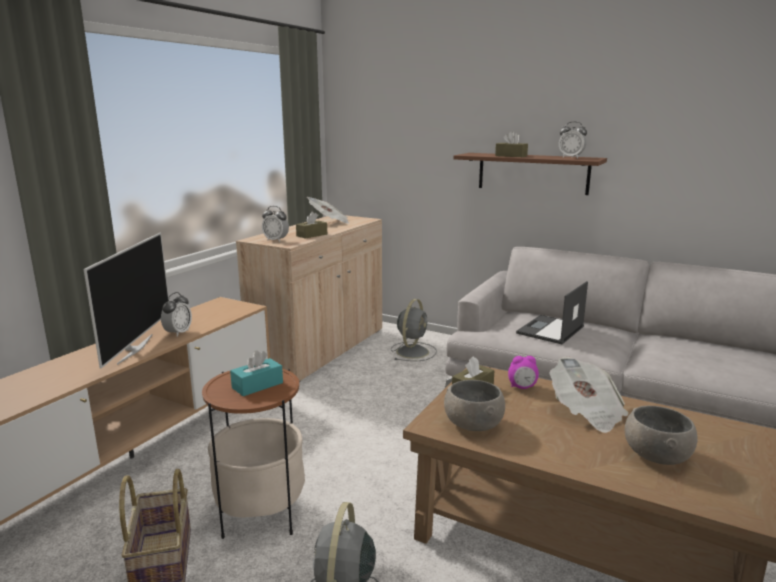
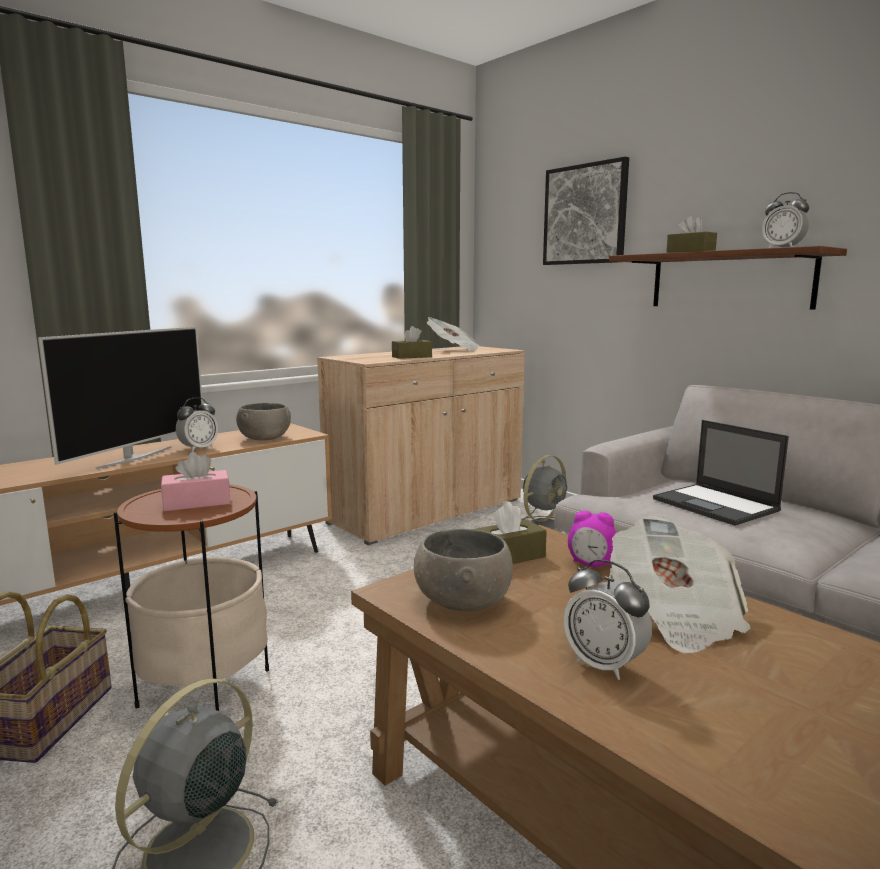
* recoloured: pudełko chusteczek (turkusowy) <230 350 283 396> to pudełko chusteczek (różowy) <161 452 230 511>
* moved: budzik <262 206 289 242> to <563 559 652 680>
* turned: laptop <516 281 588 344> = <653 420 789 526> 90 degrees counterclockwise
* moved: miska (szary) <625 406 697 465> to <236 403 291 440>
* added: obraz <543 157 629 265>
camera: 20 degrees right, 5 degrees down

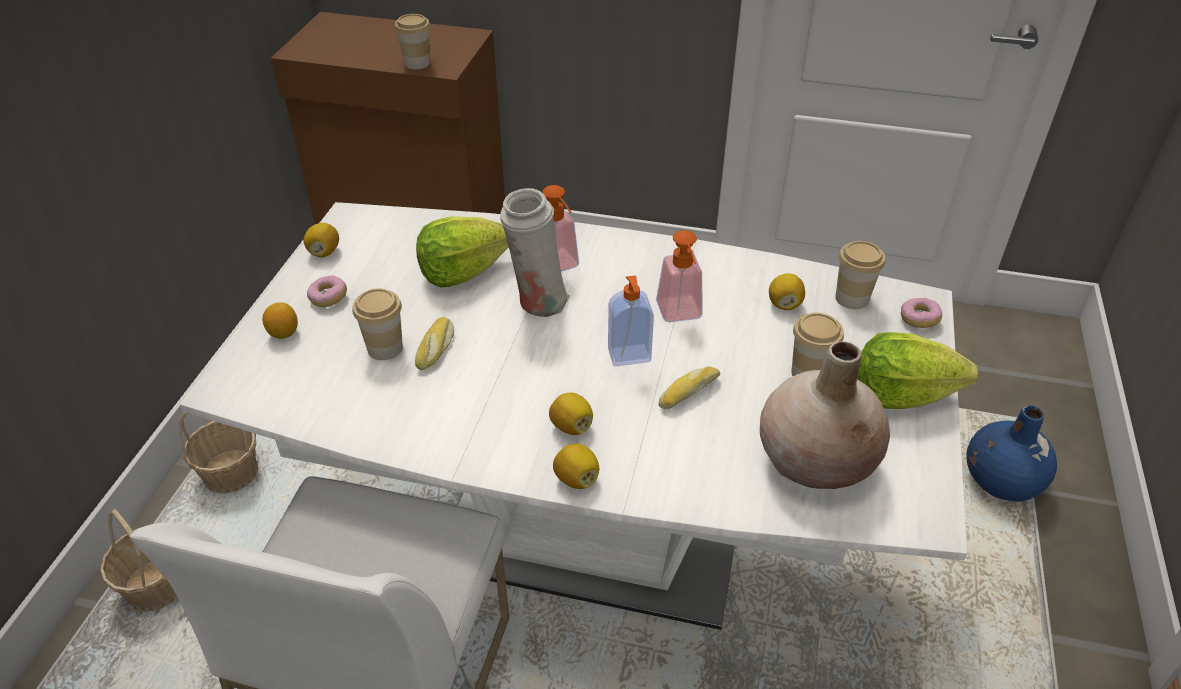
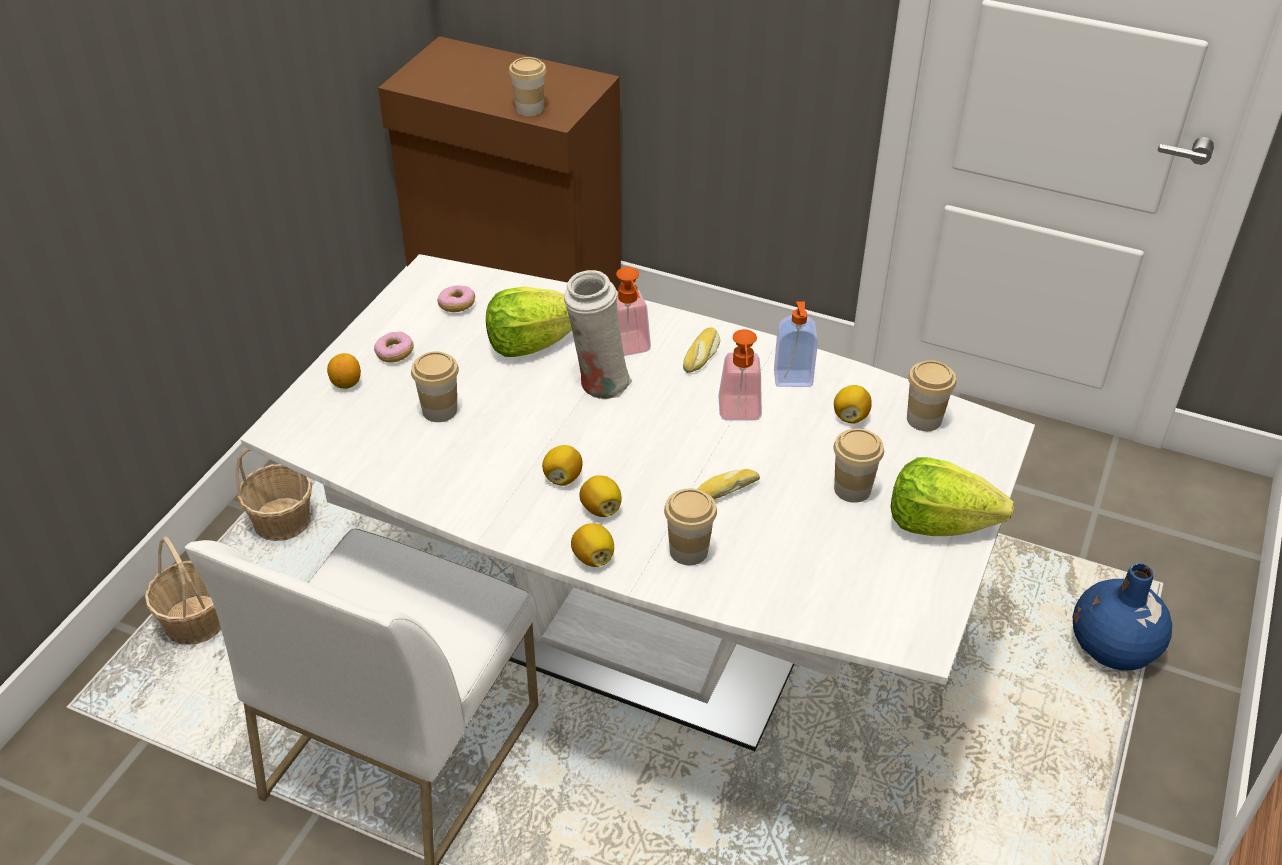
* moved: cytryna <303 223 339 257> to <542 445 583 486>
* moved: chleb <415 317 454 370> to <683 328 720 373>
* moved: dozownik mydła <608 275 654 366> to <774 302 818 387>
* removed: wazon (beżowy) <760 341 890 489>
* moved: donut <901 298 942 328> to <437 285 475 312>
* added: filiżanka <664 489 717 565>
camera: 10 degrees right, 0 degrees up

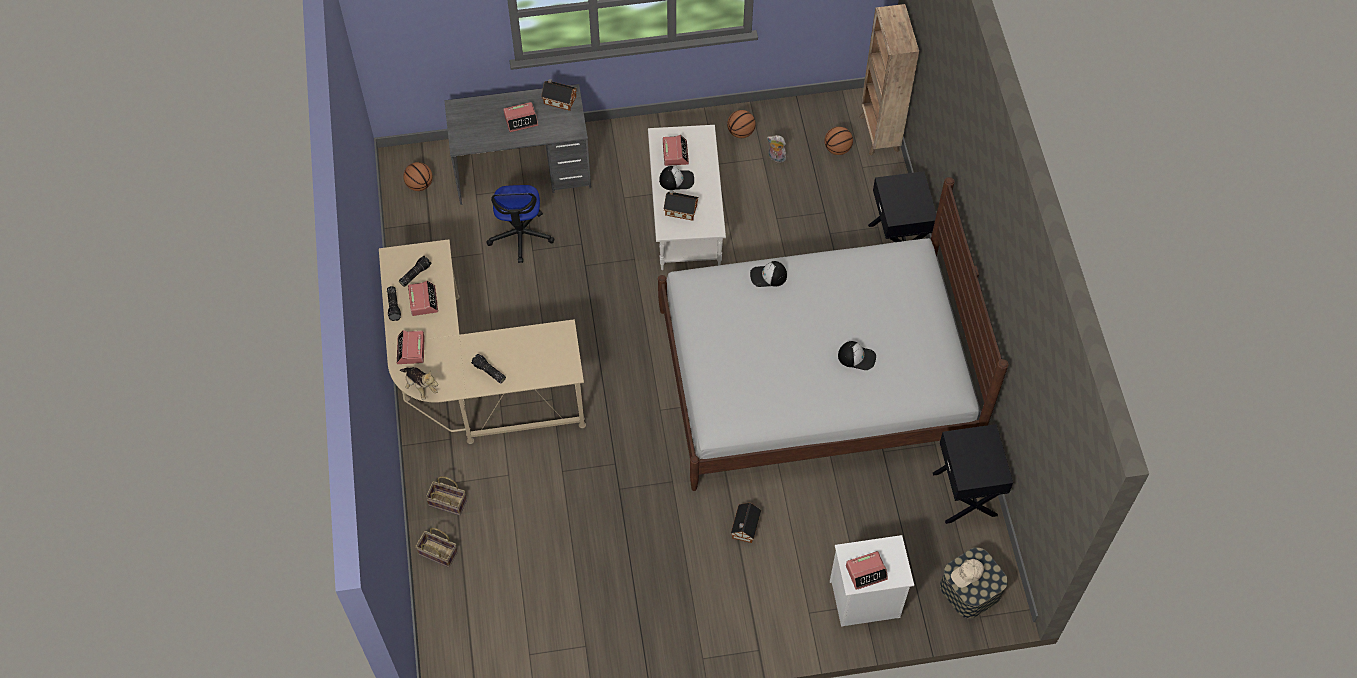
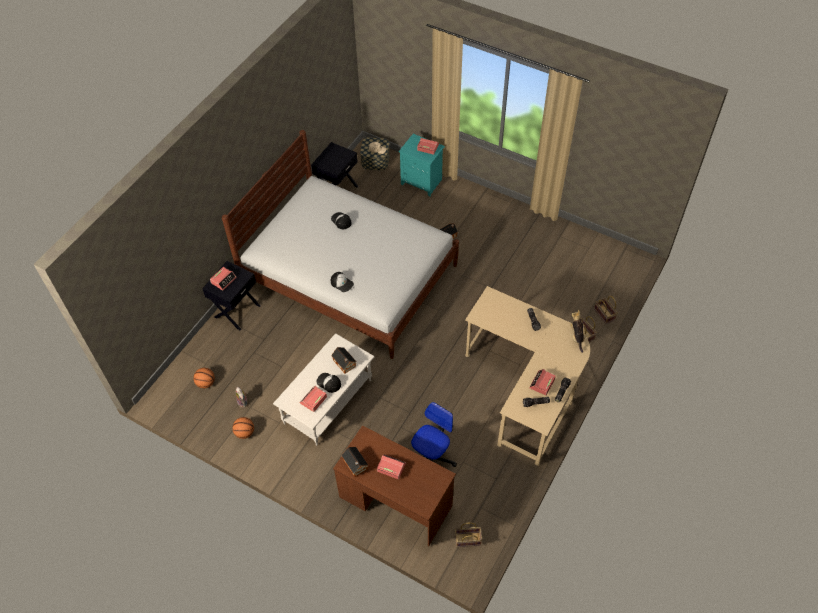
* moved: budzik <397 330 425 364> to <210 267 237 291>
* replaced: piłka do koszykówki <403 162 433 191> to koszyk <455 522 482 547>
* recoloured: biurko (szary) <444 84 591 205> to biurko (brązowy) <333 425 456 546>
* recoloured: szafka nocna (biały) <830 535 914 627> to szafka nocna (turkusowy) <399 134 445 196>
* removed: regał (brązowy) <859 4 919 156>
camera: 140 degrees left, 5 degrees down

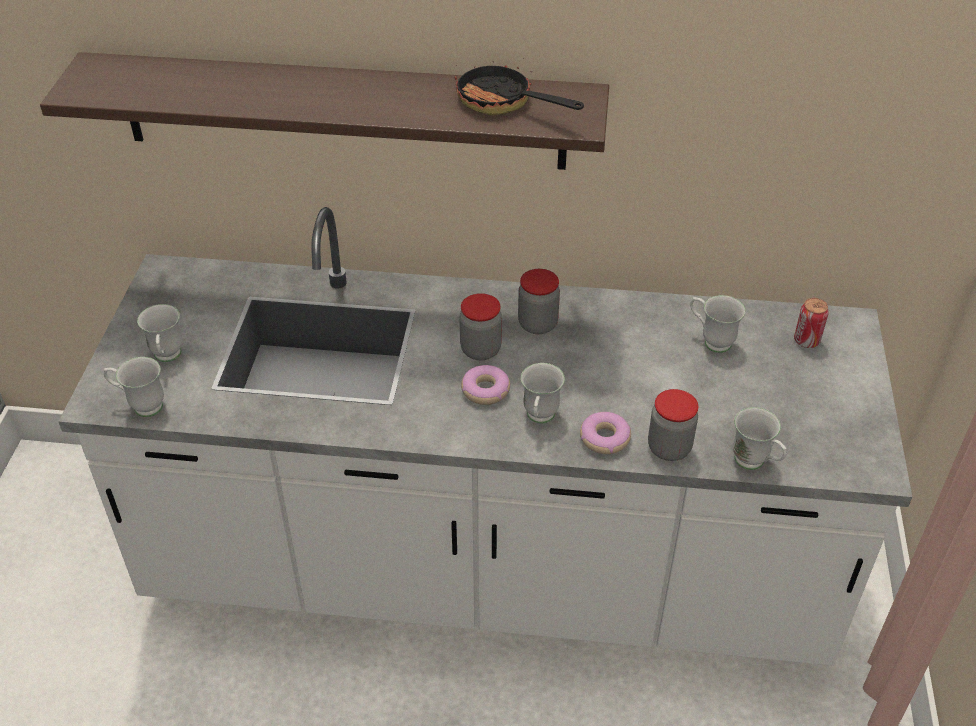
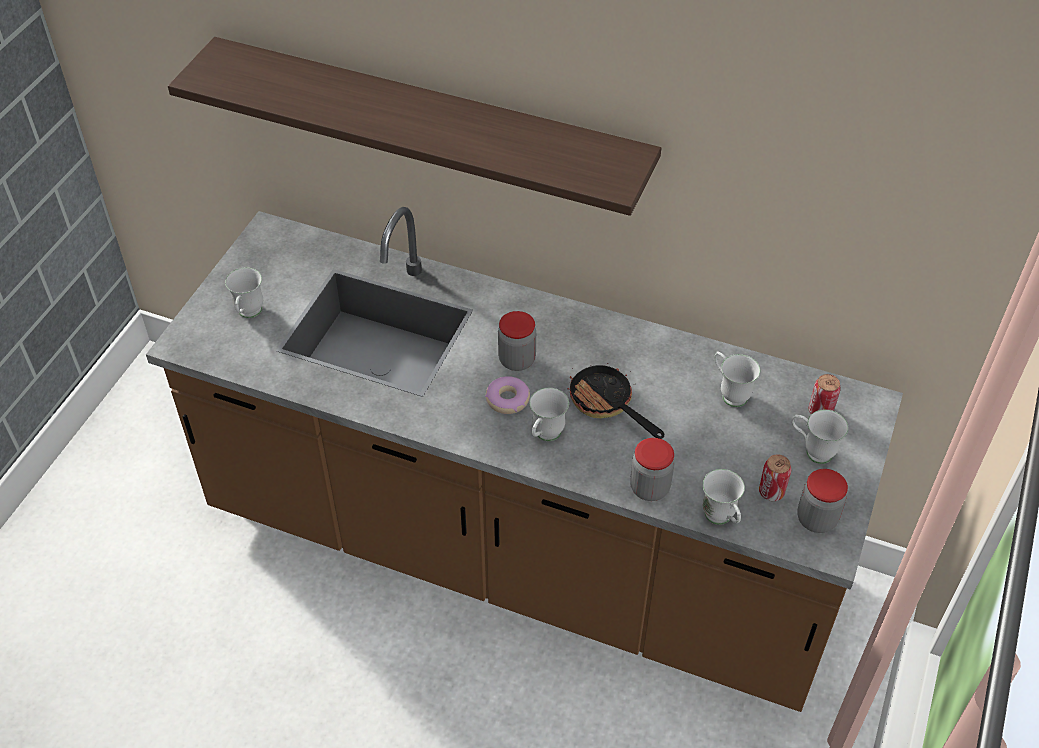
* recoloured: zabudowa kuchenna (biały) <58 207 912 666> to zabudowa kuchenna (brązowy) <146 207 903 712>
* moved: kubek (biały) <104 357 164 417> to <792 410 848 464>
* moved: patelnia <455 58 584 116> to <568 363 664 439>
* moved: słoik <518 269 560 334> to <797 469 848 533>
* removed: donut <580 412 631 454>
* added: puszka <759 454 791 501>
camera: 15 degrees right, 5 degrees up

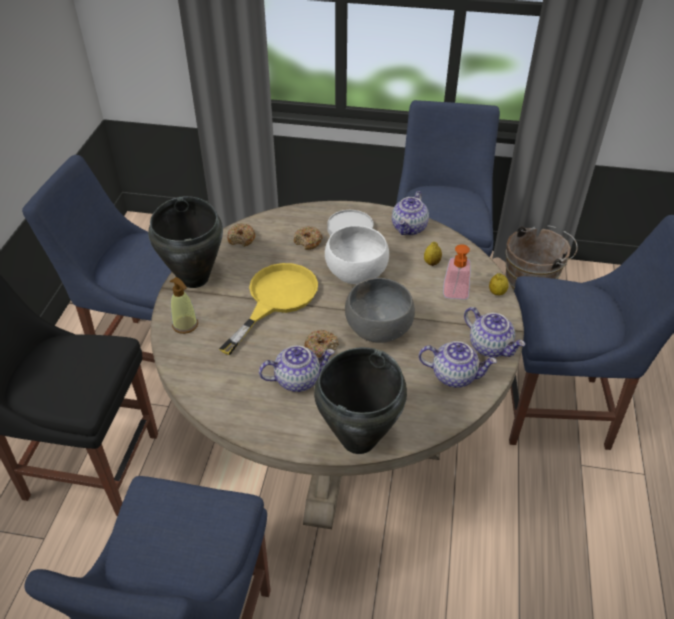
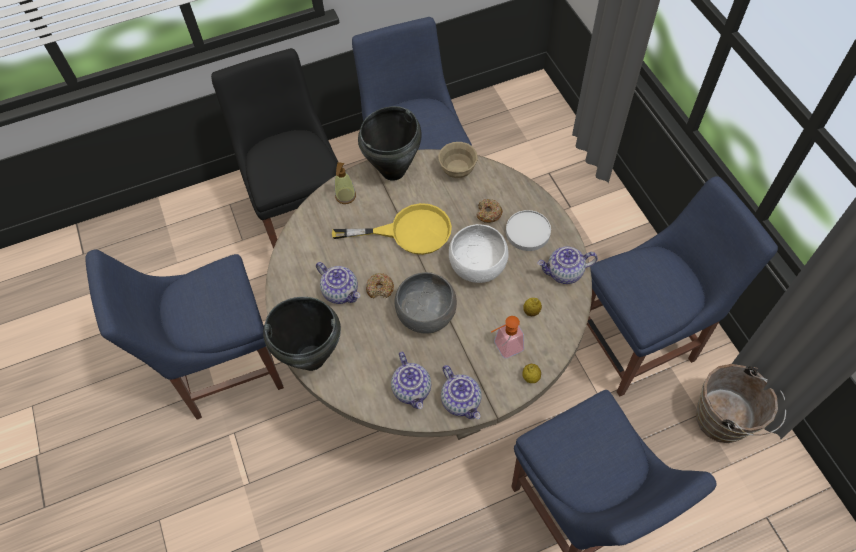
* replaced: donut <227 223 255 247> to miska (beżowy) <438 142 478 178>
* turned: imbryk <464 307 525 357> = <441 365 482 419> 45 degrees counterclockwise
camera: 60 degrees right, 15 degrees up

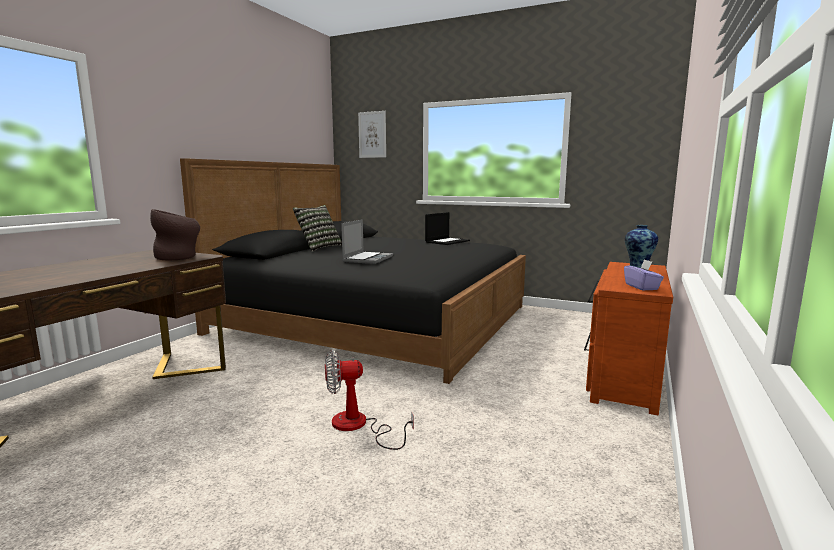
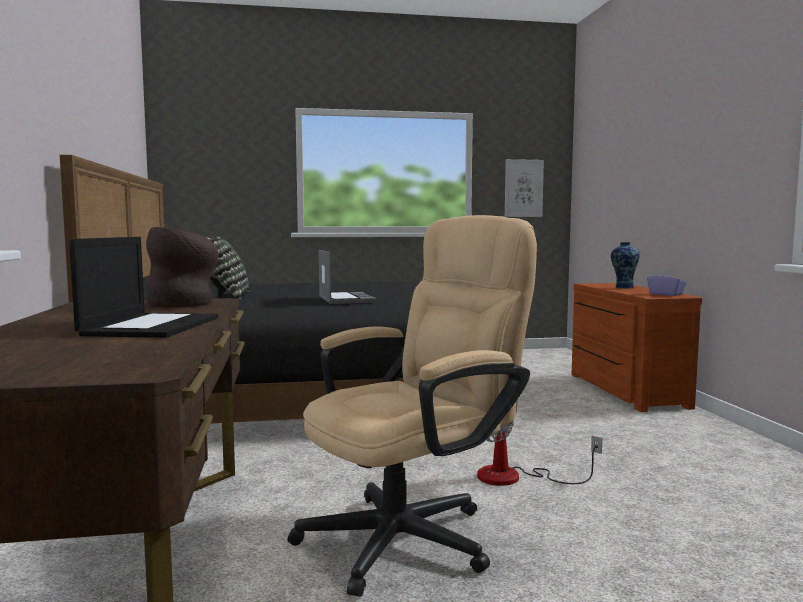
* moved: obraz <358 111 386 158> to <505 159 544 217>
* moved: laptop <425 212 470 245> to <69 237 218 338>
* added: krzesło biurowe (beżowy) <288 215 537 597>
camera: 35 degrees left, 5 degrees down

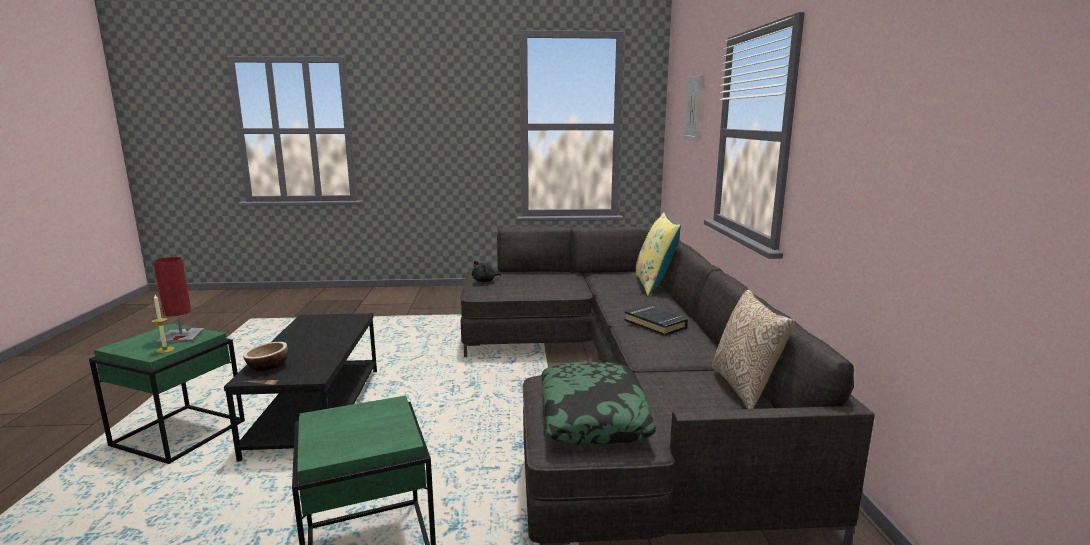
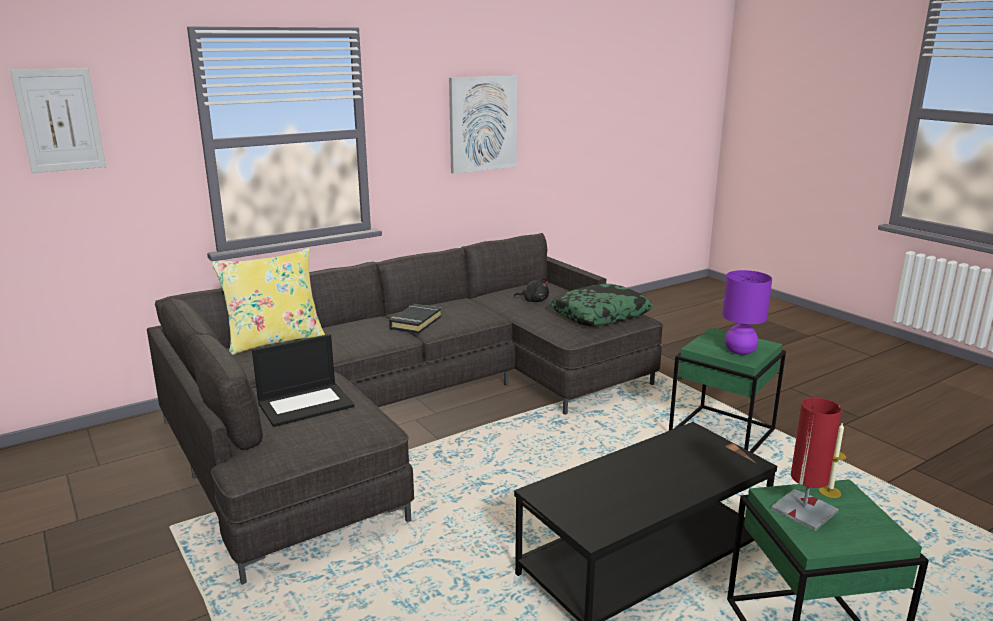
* removed: miska <243 342 288 371>
* moved: pluszak (czarny) <472 261 501 282> to <514 278 549 302>
* removed: poduszka <712 290 795 409>
* added: laptop <252 334 354 427>
* added: obraz <449 76 517 174>
* added: lampa stołowa (fioletowy) <722 270 772 355>
camera: 120 degrees left, 5 degrees up

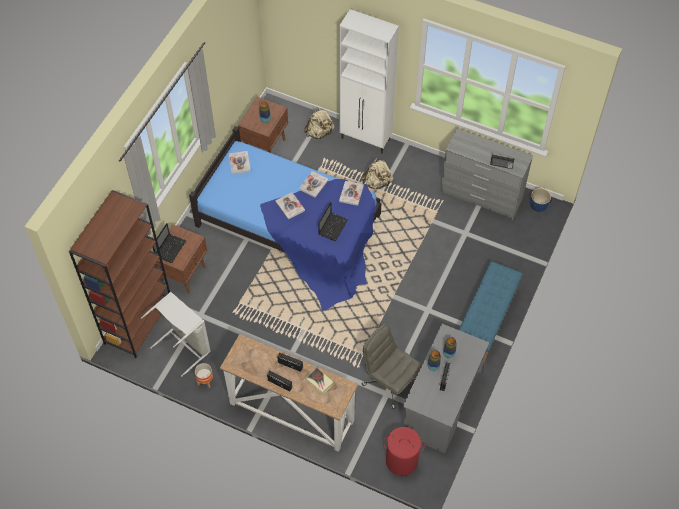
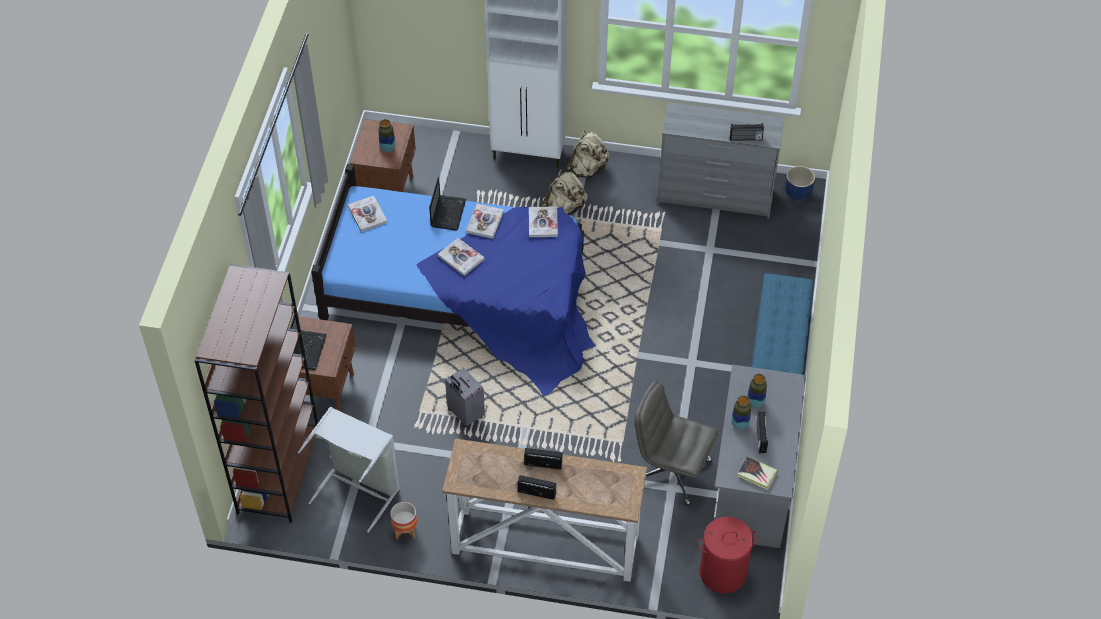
* moved: plecak (beżowy) <304 108 334 139> to <567 130 609 178>
* moved: książka <306 368 334 394> to <737 456 778 490>
* moved: laptop <318 202 348 241> to <429 177 466 230>
* added: walizka (szary) <445 368 485 427>
camera: 15 degrees left, 5 degrees down

